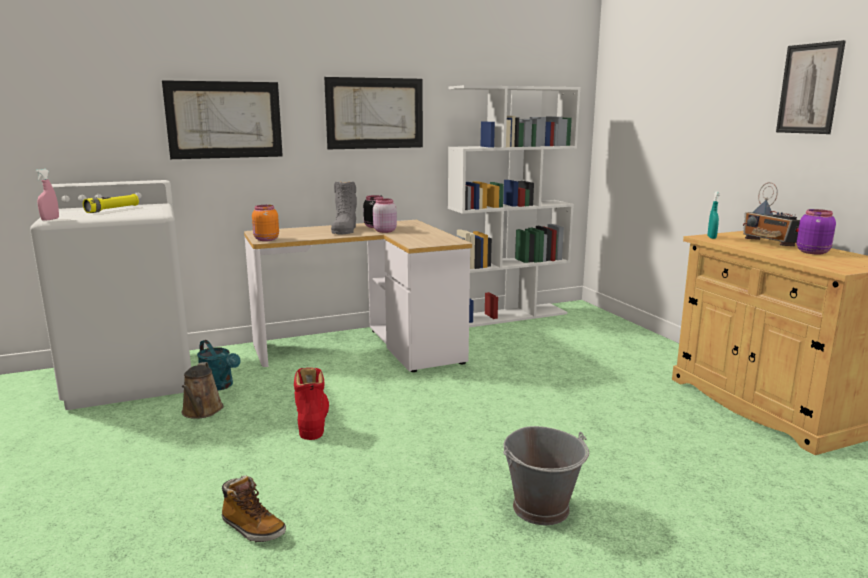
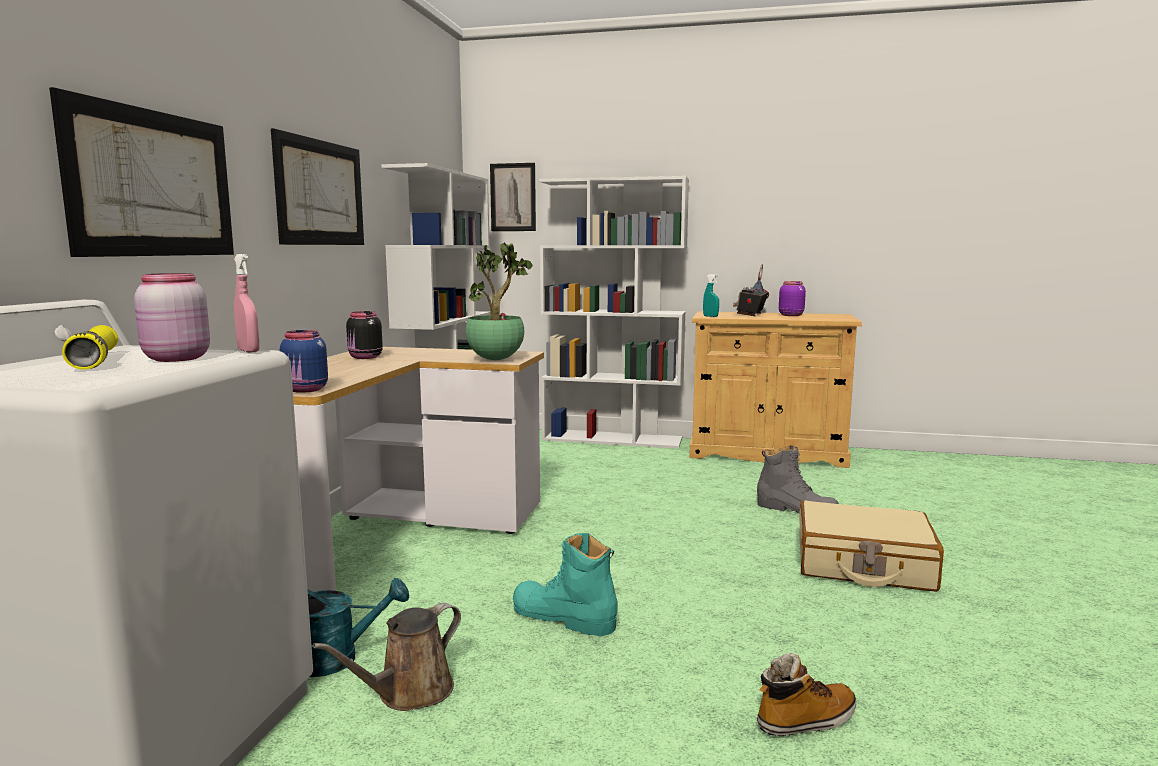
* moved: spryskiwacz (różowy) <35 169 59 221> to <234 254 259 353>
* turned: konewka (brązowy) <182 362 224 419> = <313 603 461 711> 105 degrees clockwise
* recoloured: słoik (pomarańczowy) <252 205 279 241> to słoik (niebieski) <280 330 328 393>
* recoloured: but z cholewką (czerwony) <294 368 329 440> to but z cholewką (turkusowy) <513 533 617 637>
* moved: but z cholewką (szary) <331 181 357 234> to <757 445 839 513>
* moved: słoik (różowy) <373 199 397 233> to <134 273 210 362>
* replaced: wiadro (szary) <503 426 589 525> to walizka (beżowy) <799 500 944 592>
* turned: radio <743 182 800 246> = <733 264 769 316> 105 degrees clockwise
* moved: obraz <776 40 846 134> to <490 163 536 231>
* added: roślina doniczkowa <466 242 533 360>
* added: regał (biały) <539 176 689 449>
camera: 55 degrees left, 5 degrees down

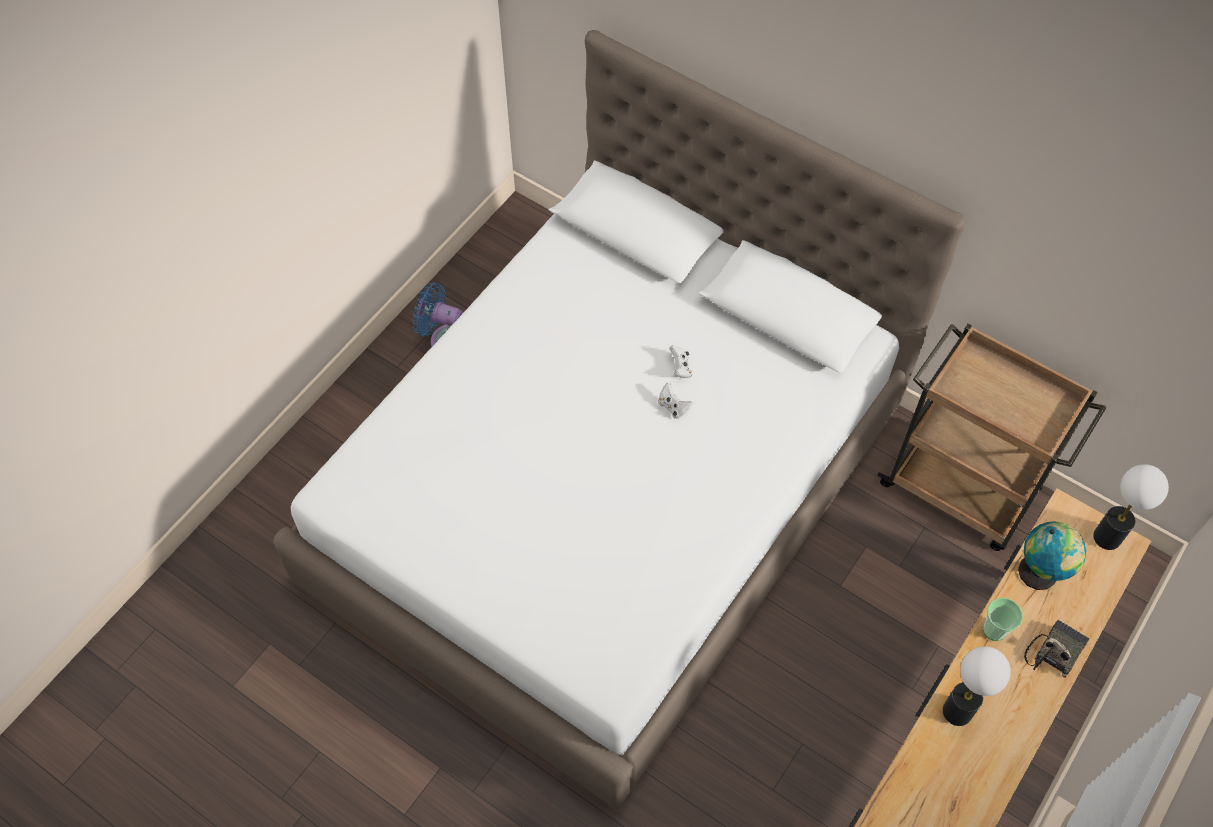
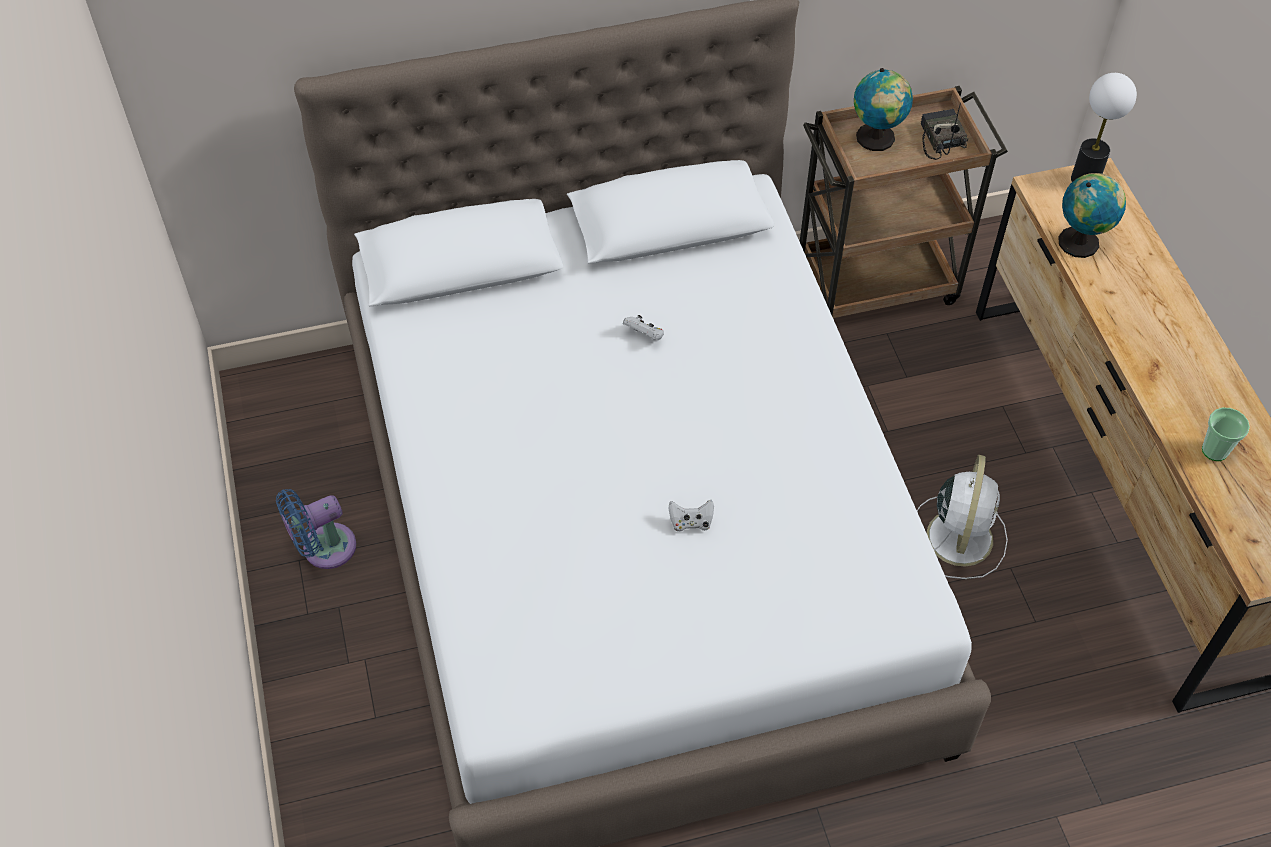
* moved: pad do gier (biały) <658 383 692 419> to <669 500 714 532>
* removed: lampa stołowa <943 646 1011 726>
* moved: filiżanka <983 598 1023 641> to <1202 408 1250 461>
* moved: radio <1024 620 1089 678> to <920 103 968 160>
* added: globus <854 68 913 151>
* added: wentylator (biały) <917 455 1008 579>
camera: 50 degrees left, 5 degrees down

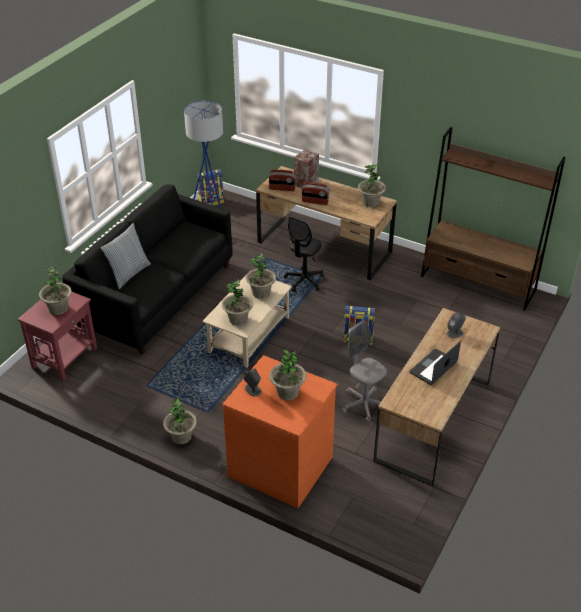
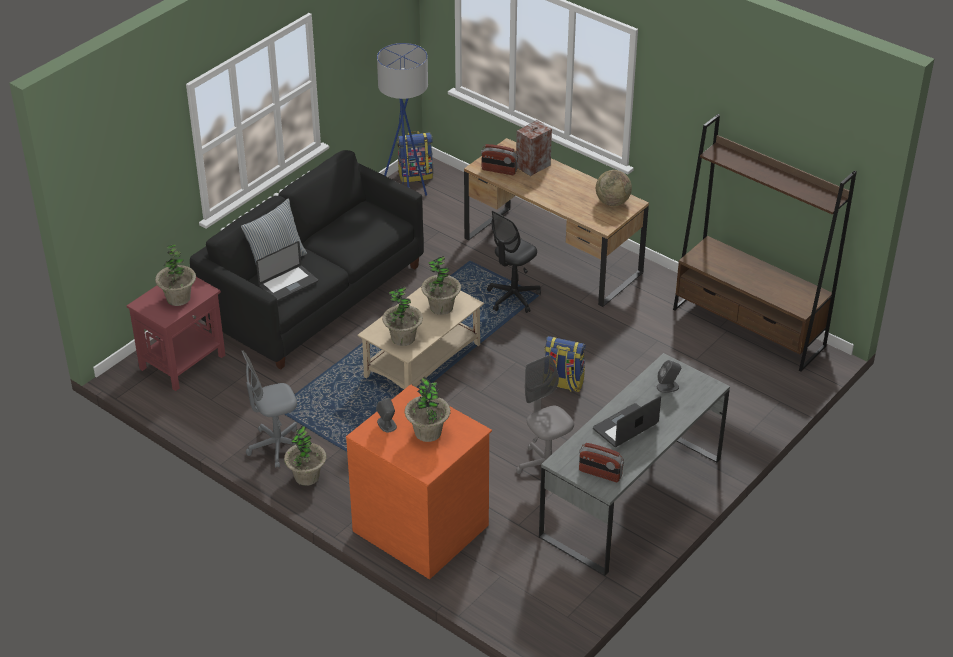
* moved: radio <301 182 330 205> to <579 443 624 482>
* replaced: roślina doniczkowa <358 164 386 207> to globus <596 170 632 206>
* recoloured: biurko (brązowy) <373 308 500 486> to biurko (szary) <539 353 730 576>
* added: krzesło biurowe (szary) <242 350 297 468>
* added: laptop <256 241 318 302>
camera: 10 degrees right, 0 degrees up

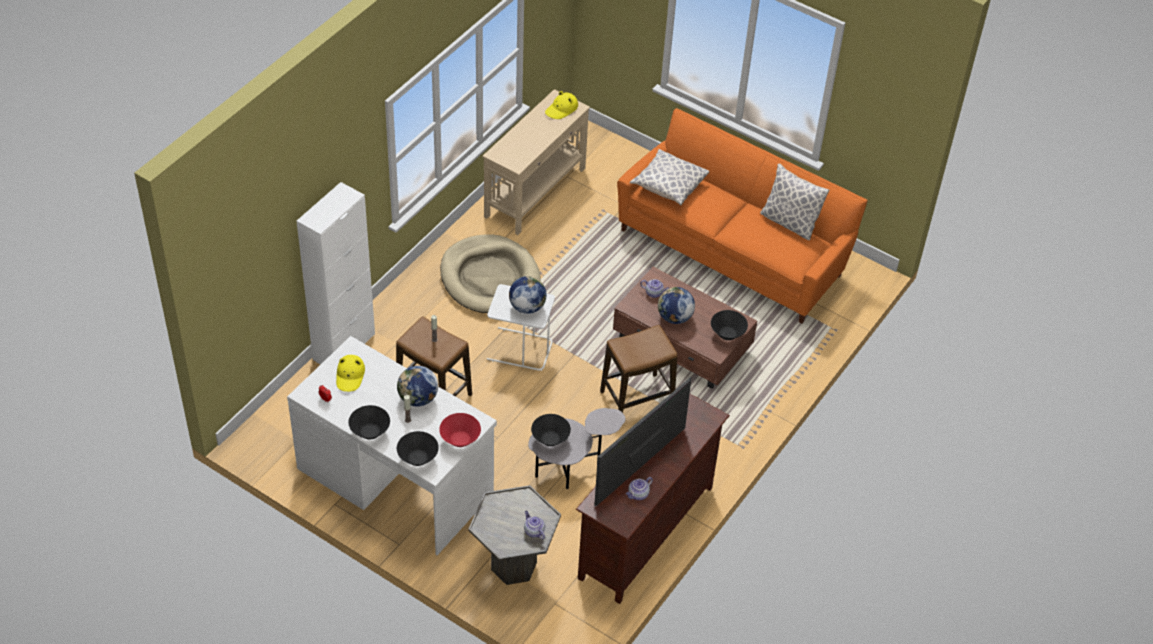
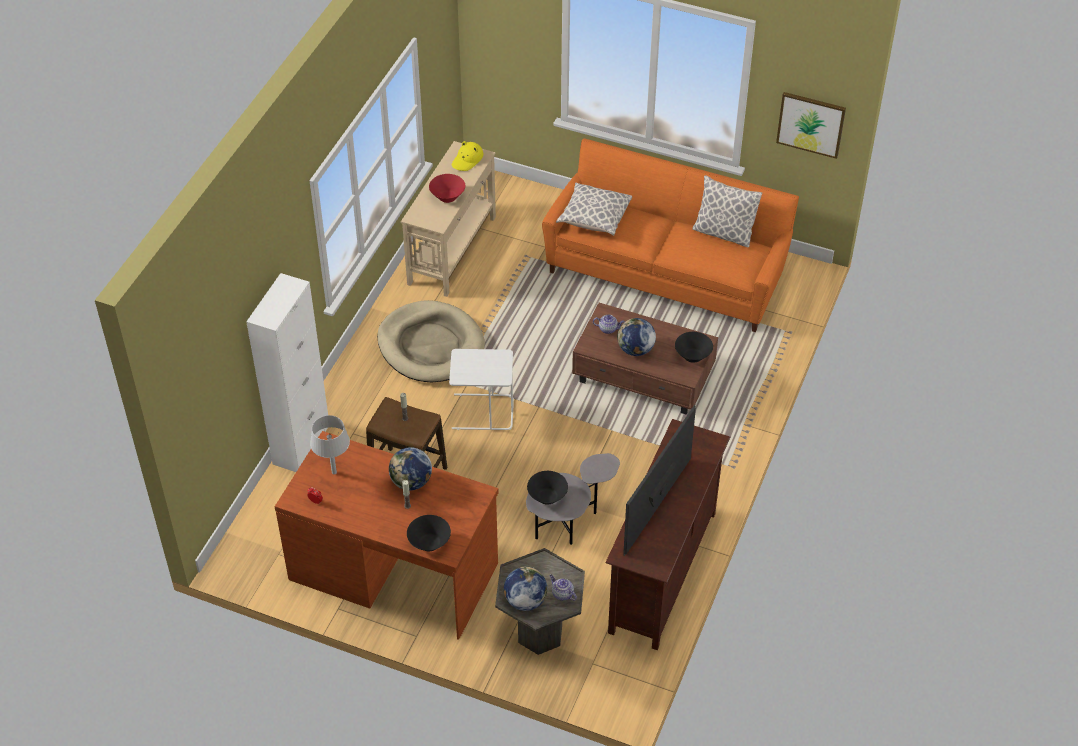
* recoloured: biurko (biały) <287 336 497 555> to biurko (brązowy) <275 431 499 640>
* replaced: kapelusz (żółty) <336 355 365 392> to lampa stołowa (szary) <310 415 350 474>
* removed: miska (czarny) <349 405 390 439>
* moved: miska (czerwony) <439 413 481 447> to <429 174 465 203>
* moved: globus <509 276 547 314> to <504 567 547 611>
* removed: stołek <600 325 677 413>
* removed: imbryk <626 477 653 500>
* added: obraz <776 92 846 159>
camera: 10 degrees left, 0 degrees up

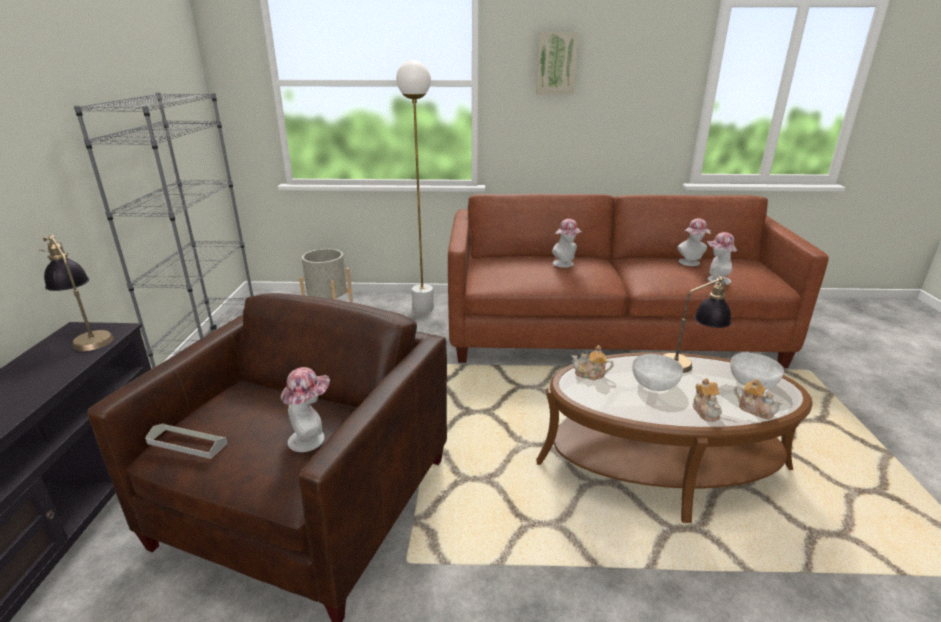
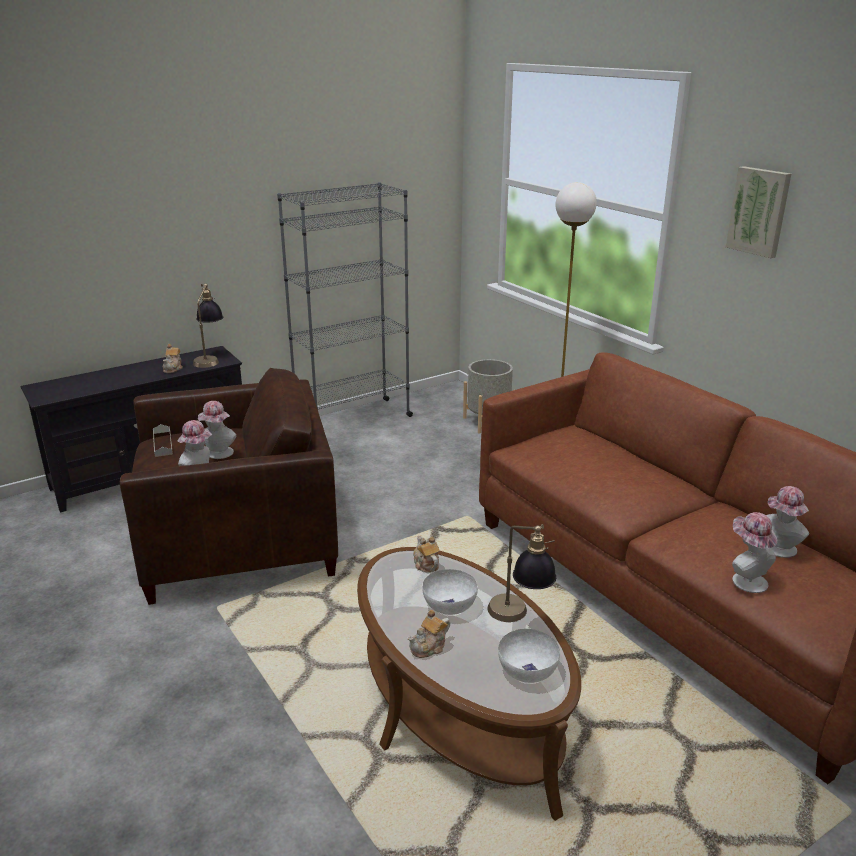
* moved: kapelusz <552 219 581 268> to <198 401 236 459>
* moved: imbryk <734 379 784 419> to <163 344 183 373>
camera: 55 degrees right, 0 degrees up

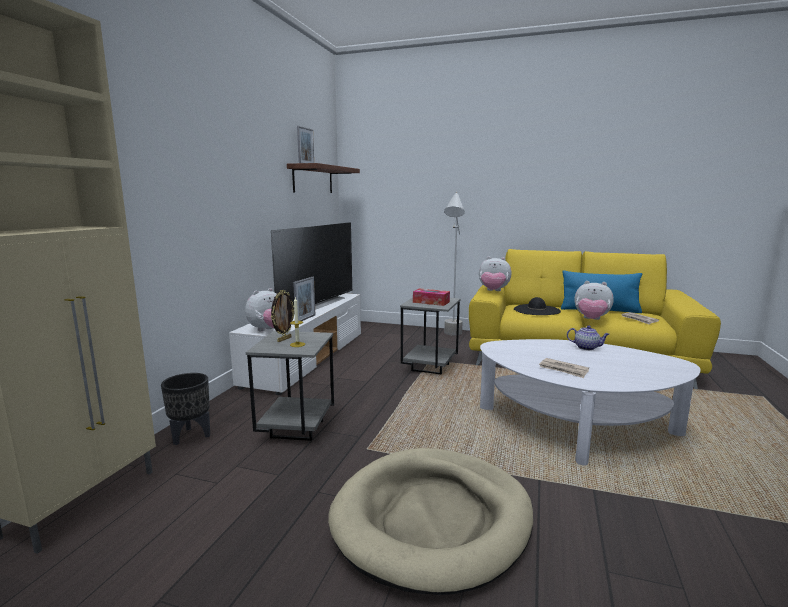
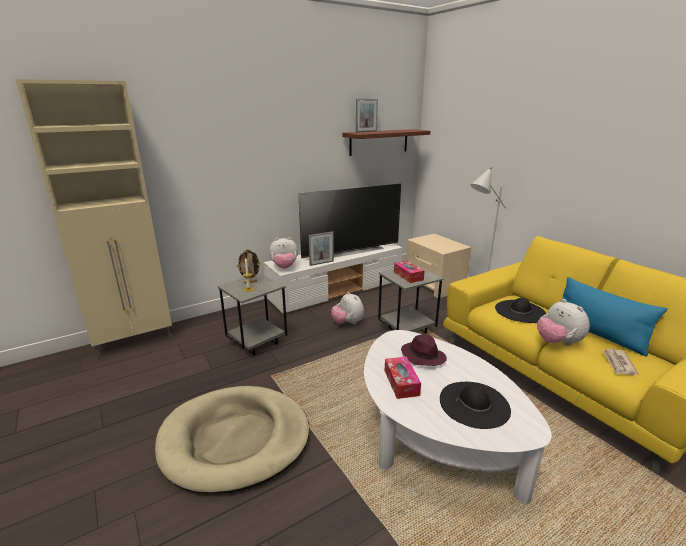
* removed: donica (czarny) <161 373 210 445>
* moved: pluszak <479 257 511 291> to <331 292 364 325>
* replaced: gazeta <539 358 589 378> to pudełko chusteczek <385 356 421 399>
* removed: imbryk <567 325 609 350>
* added: kapelusz (fioletowy) <401 334 447 366>
* added: szafka nocna (beżowy) <406 234 471 298>
* added: kapelusz (czarny) <440 382 511 429>
camera: 40 degrees right, 10 degrees up

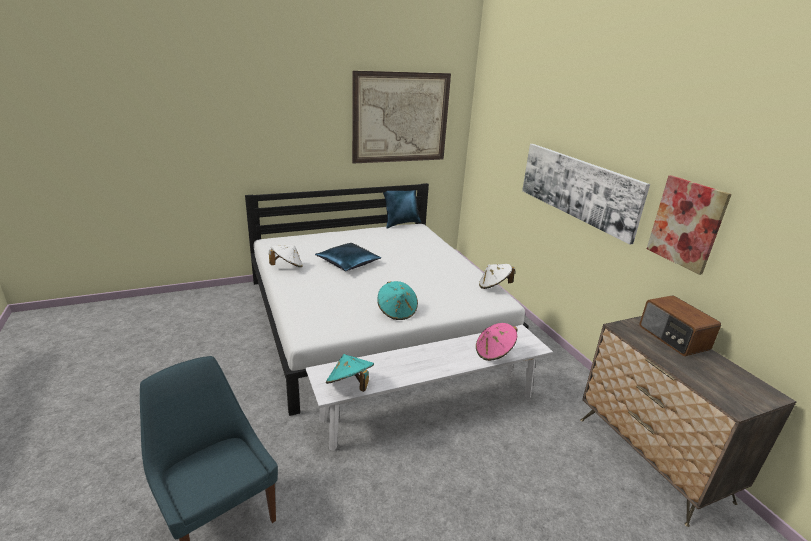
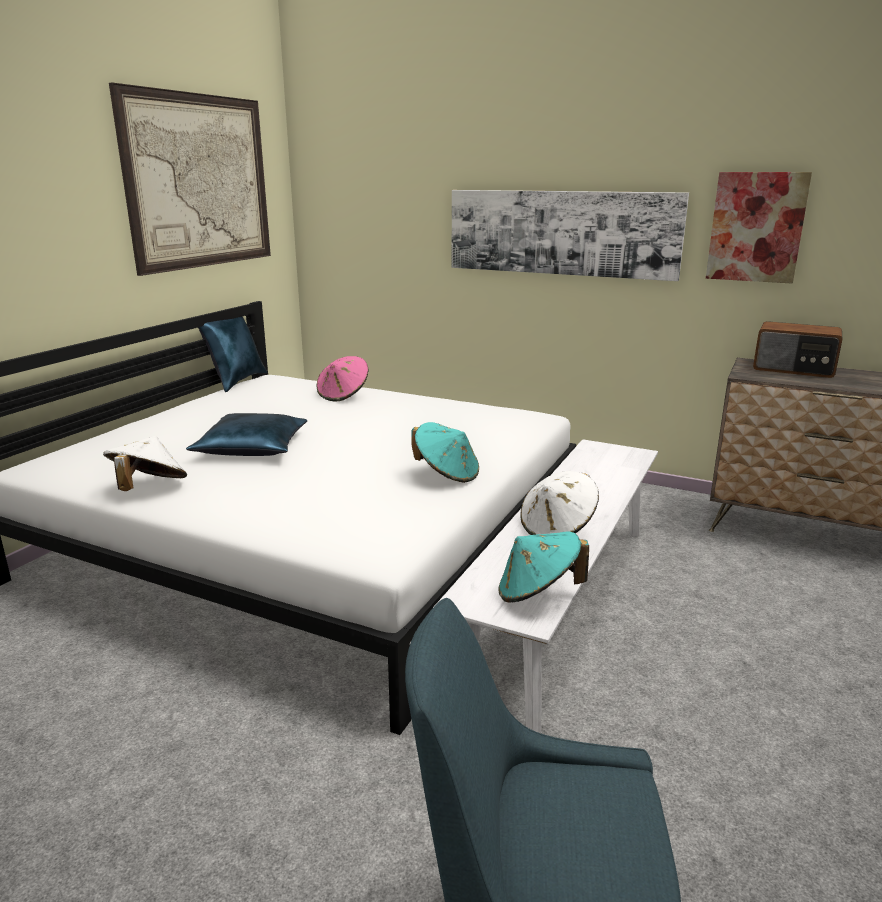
* moved: kapelusz (różowy) <476 323 517 361> to <316 356 369 402>
* moved: kapelusz (biały) <479 264 515 289> to <521 471 599 535>
camera: 40 degrees left, 5 degrees down

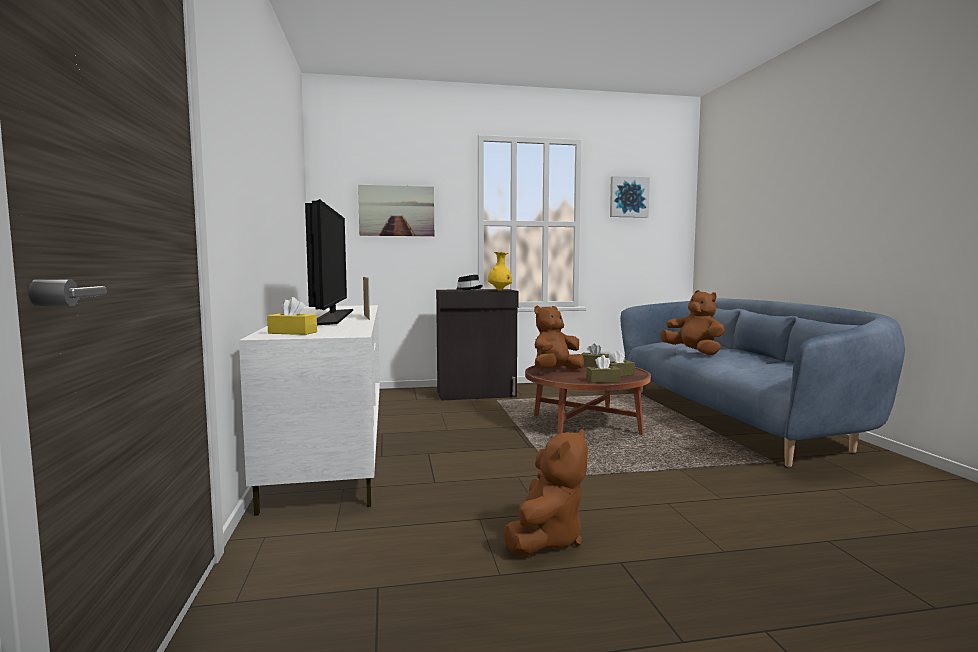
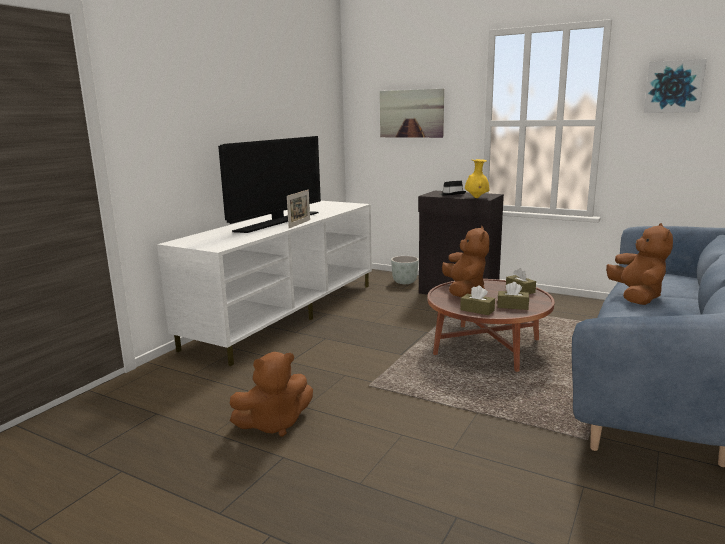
* removed: pudełko chusteczek (żółty) <267 297 317 335>
* turned: pluszak (brązowy) <534 305 584 370> = <442 226 490 297> 90 degrees clockwise
* added: donica (szary) <391 256 419 284>
camera: 40 degrees right, 10 degrees up

